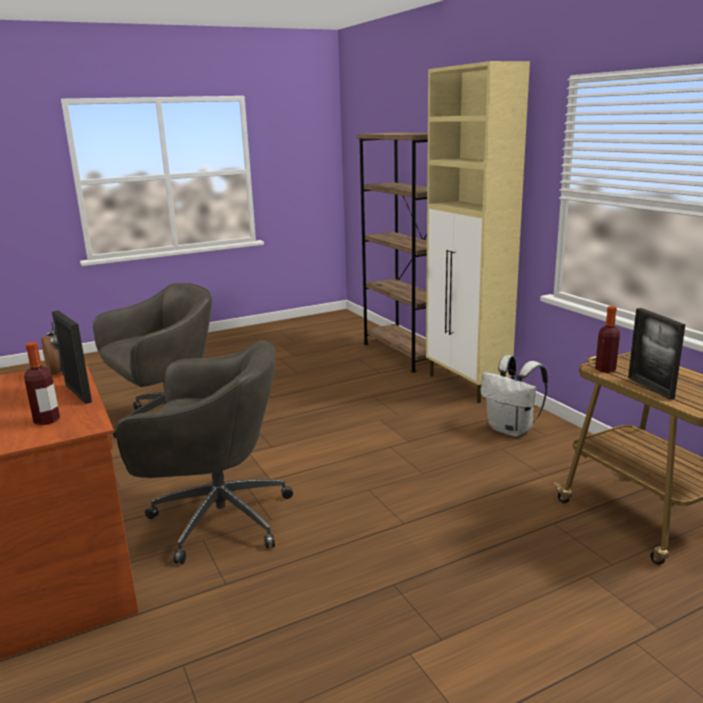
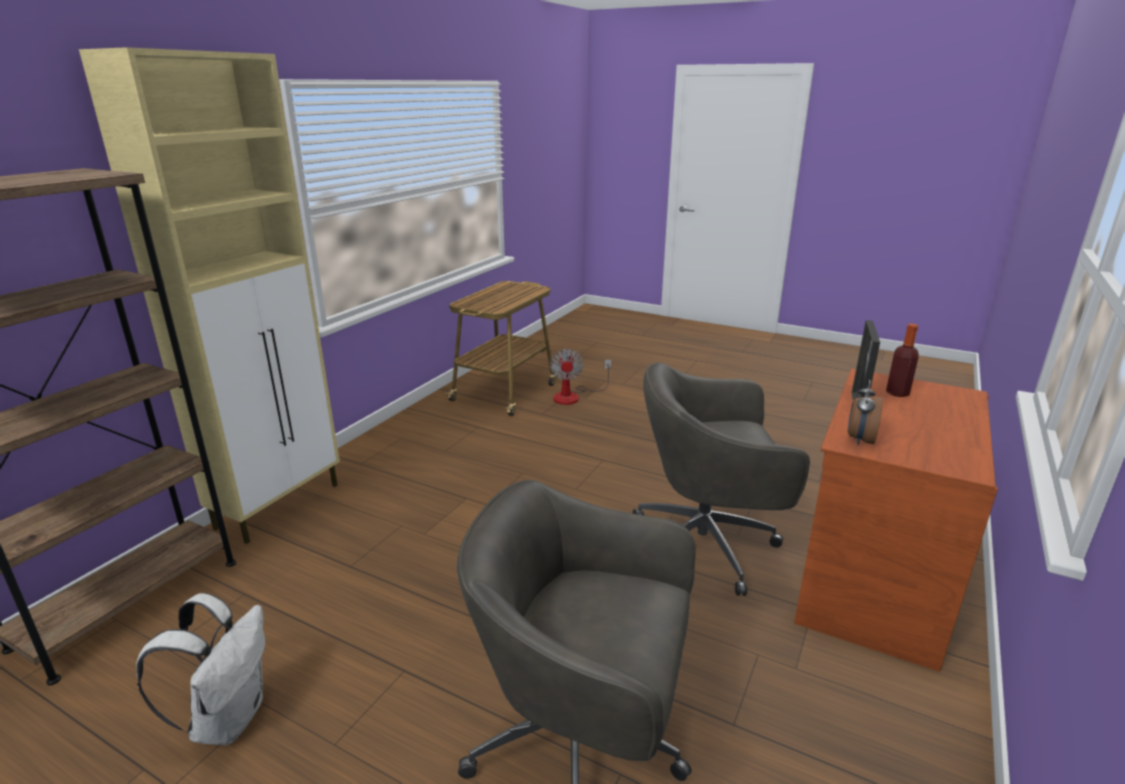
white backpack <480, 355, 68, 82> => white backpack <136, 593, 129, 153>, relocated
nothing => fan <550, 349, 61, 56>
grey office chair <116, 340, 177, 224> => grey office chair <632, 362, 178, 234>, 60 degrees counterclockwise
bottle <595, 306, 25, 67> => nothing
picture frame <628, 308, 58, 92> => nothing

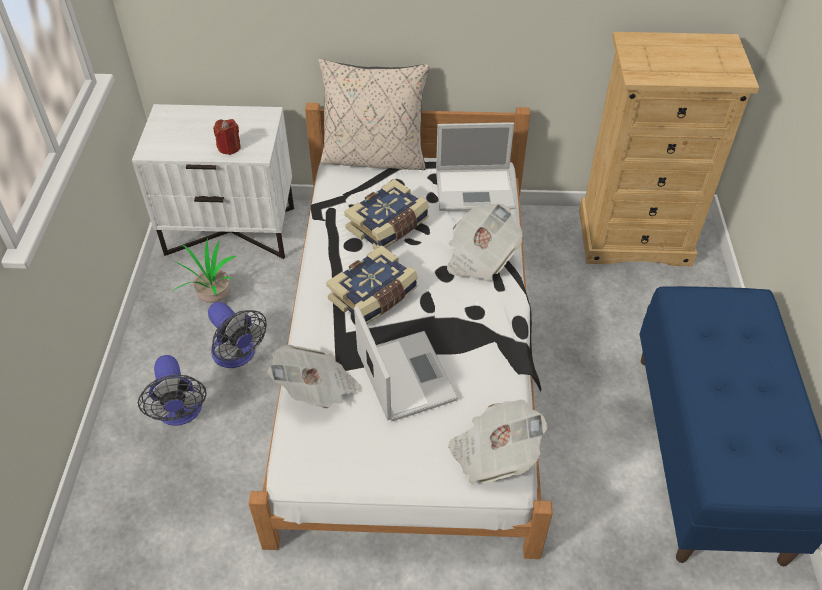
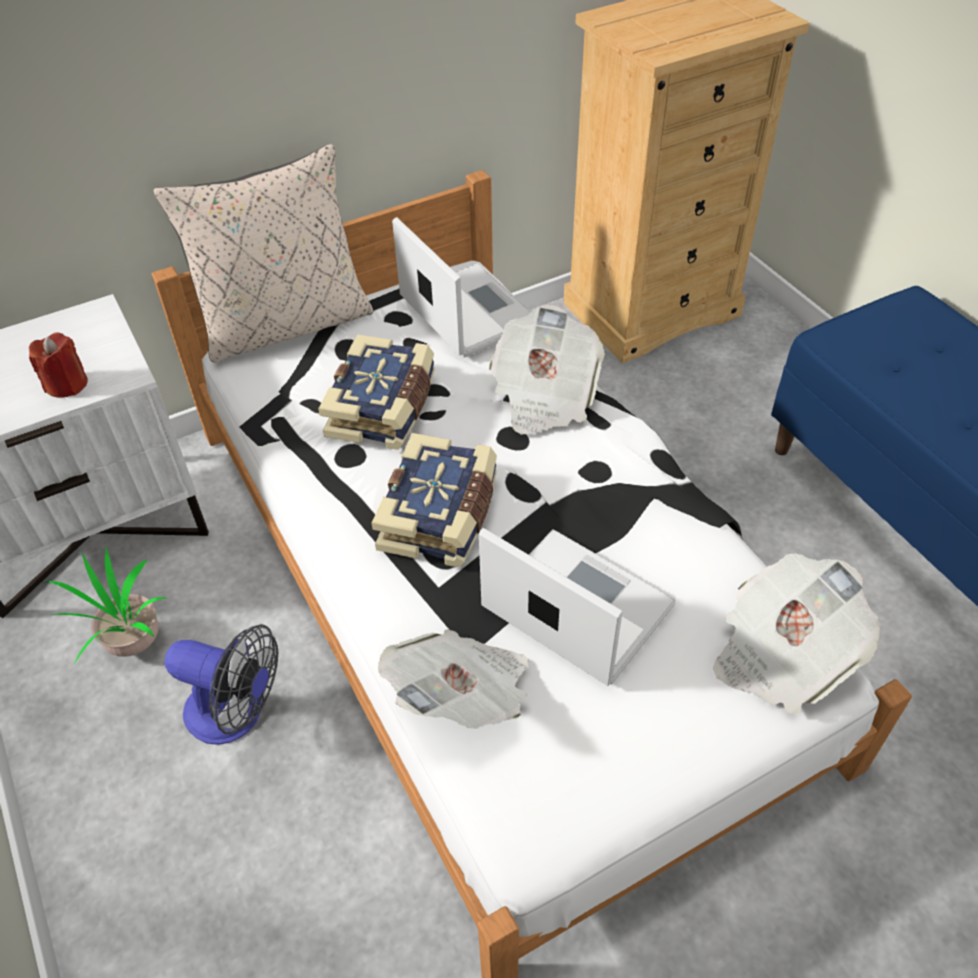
laptop <436, 122, 80, 89> => laptop <392, 217, 138, 141>, 90 degrees counterclockwise
fan <138, 355, 69, 71> => nothing

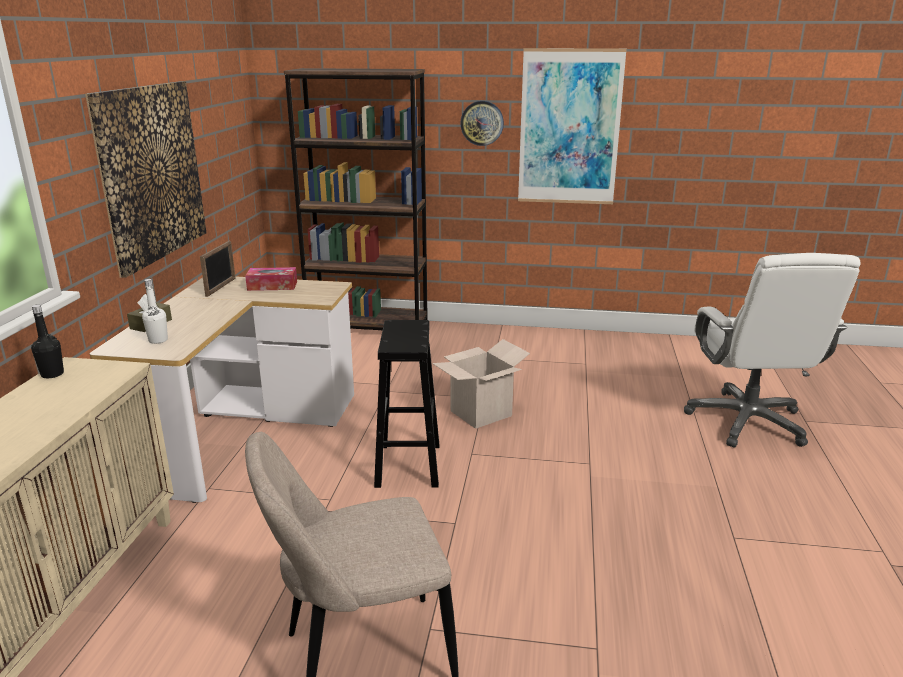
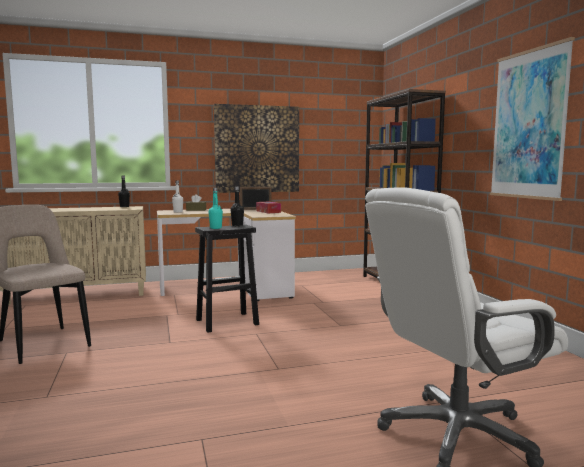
nothing => turquoise bottle <208, 188, 15, 41>
nothing => black bottle <231, 187, 13, 39>
cardboard box <432, 339, 98, 90> => nothing
wall clock <460, 101, 44, 45> => nothing

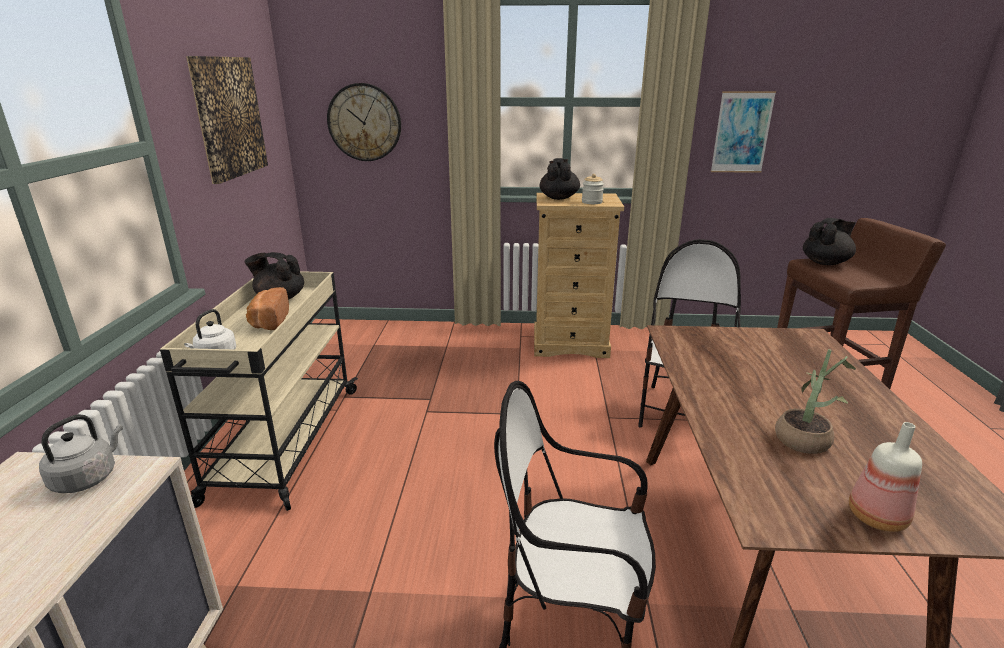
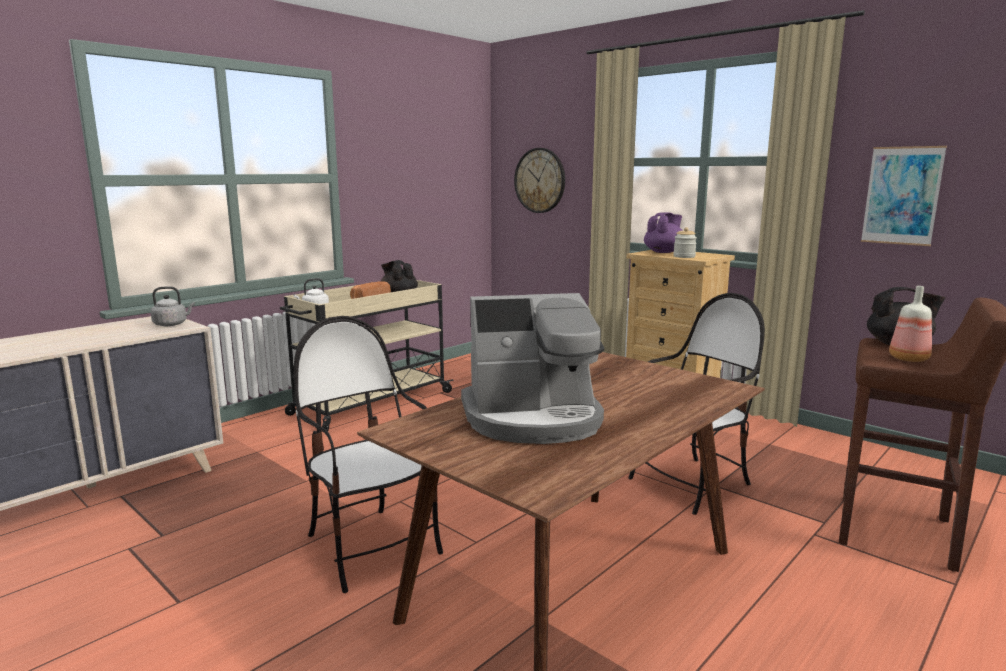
potted plant <775, 349, 81, 105> => coffee machine <461, 293, 143, 151>
black teapot <540, 158, 40, 42> => purple teapot <644, 212, 39, 41>
bottle <849, 422, 73, 110> => bottle <889, 286, 43, 76>, relocated
picture <186, 56, 82, 128> => nothing

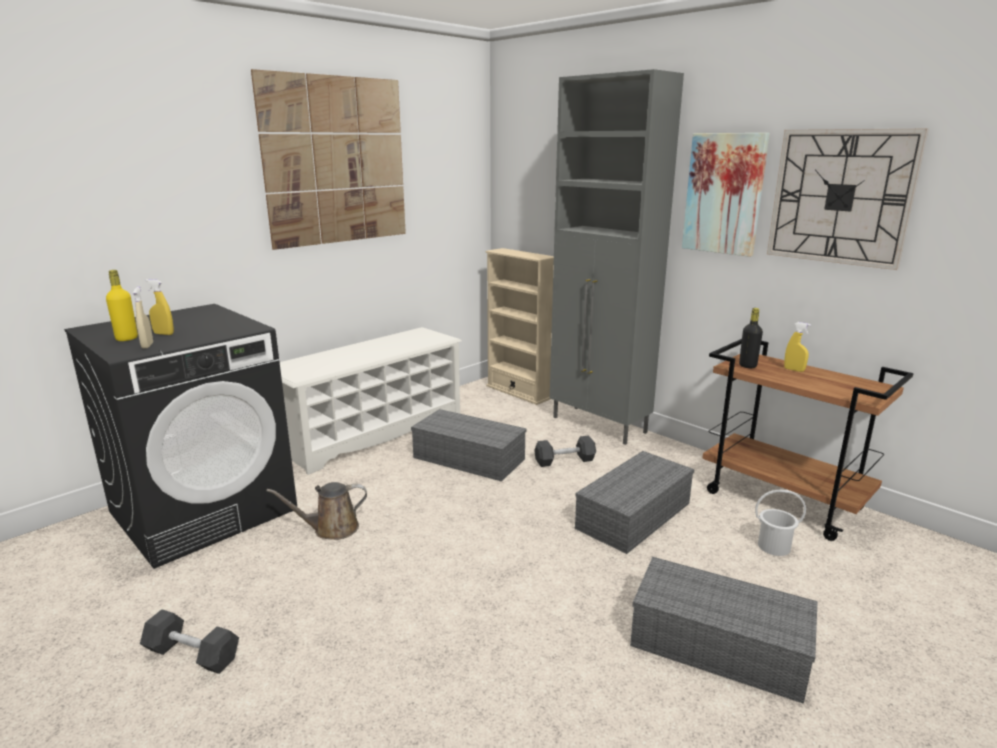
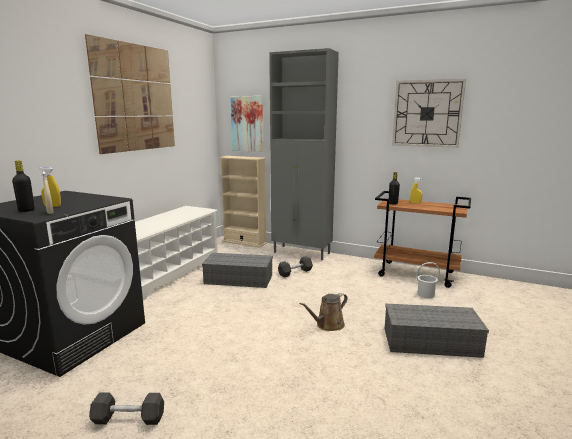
yellow bottle <106, 270, 32, 71> => black bottle <12, 160, 23, 52>
picture <682, 133, 88, 124> => picture <230, 96, 34, 56>, relocated
brown watering can <266, 482, 101, 58> => brown watering can <299, 293, 49, 38>, relocated
grey storage box <575, 451, 120, 103> => nothing

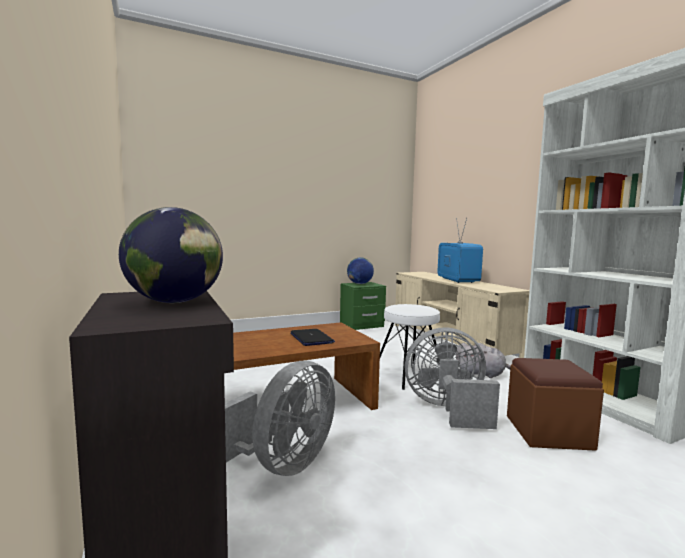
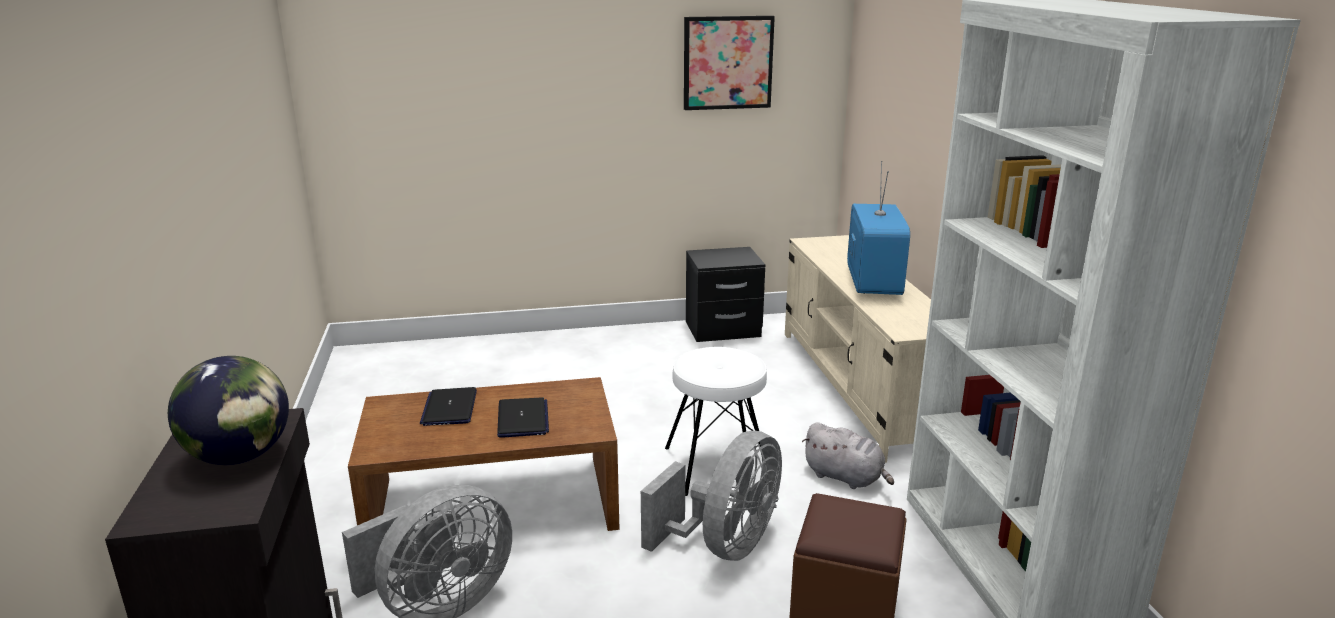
nothing => laptop <420, 387, 57, 39>
grey fan <405, 327, 95, 102> => grey fan <641, 431, 141, 130>, 105 degrees clockwise
nothing => picture <684, 16, 91, 94>
green nightstand <340, 282, 46, 48> => black nightstand <686, 247, 79, 95>
globe <347, 257, 27, 27> => nothing

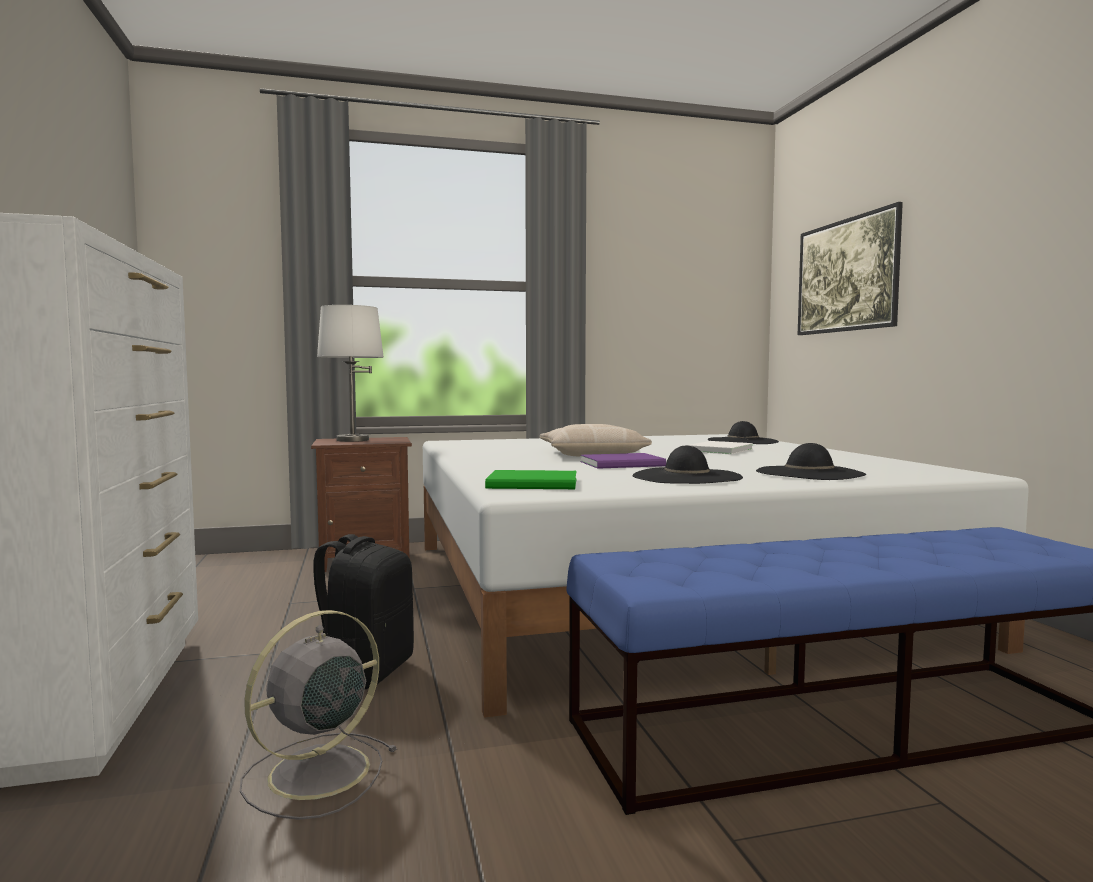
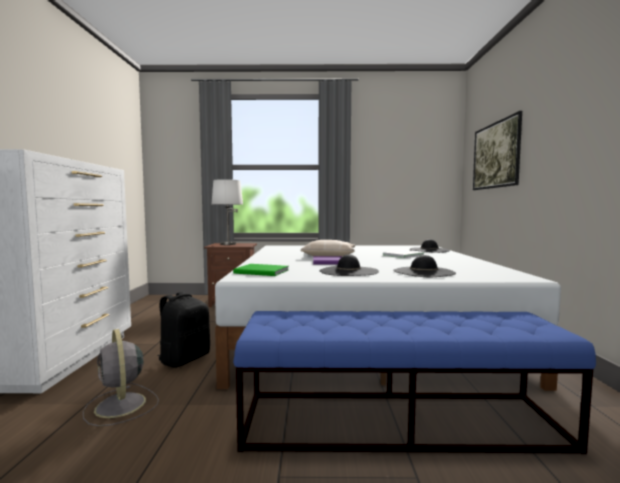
grey fan <240, 610, 158, 210> => grey fan <83, 329, 76, 97>, 90 degrees counterclockwise

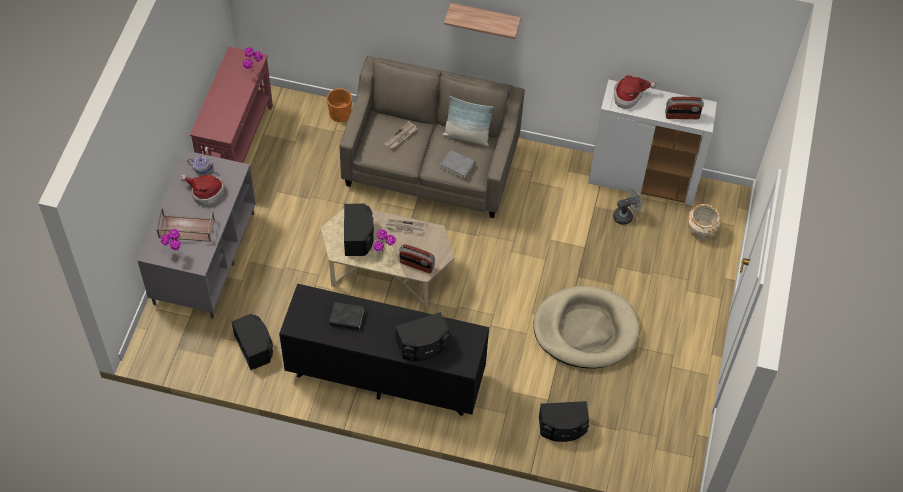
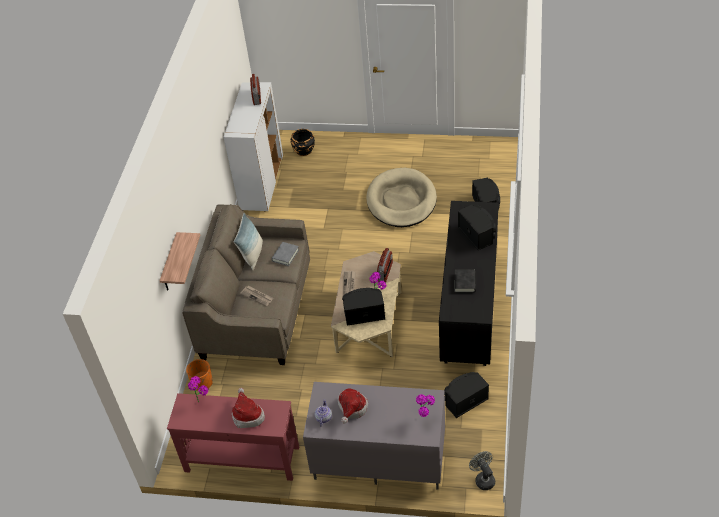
shelf <444, 3, 77, 36> => shelf <159, 232, 41, 59>, relocated
hat <614, 75, 43, 34> => hat <232, 388, 33, 40>, relocated
beige planter <687, 204, 34, 36> => black planter <290, 129, 25, 27>
grey fan <613, 188, 29, 37> => grey fan <469, 451, 26, 39>, relocated
brown tray <156, 208, 59, 34> => nothing

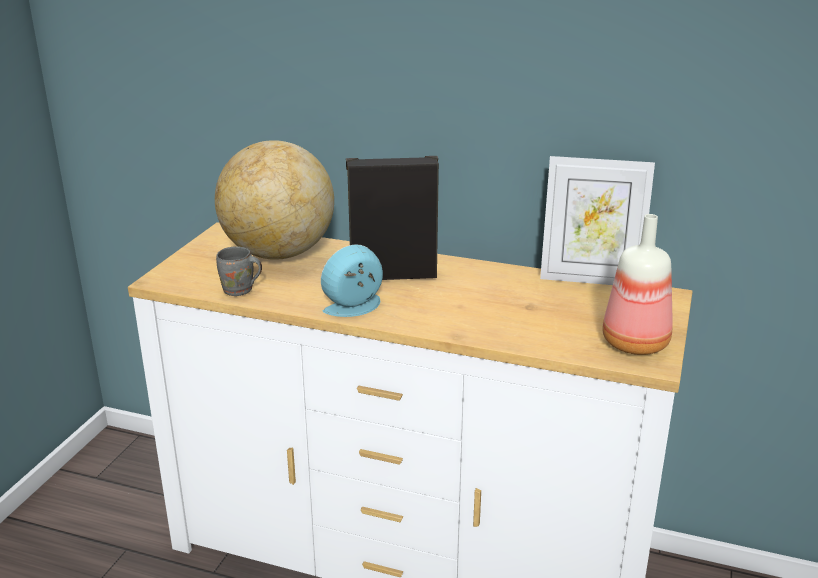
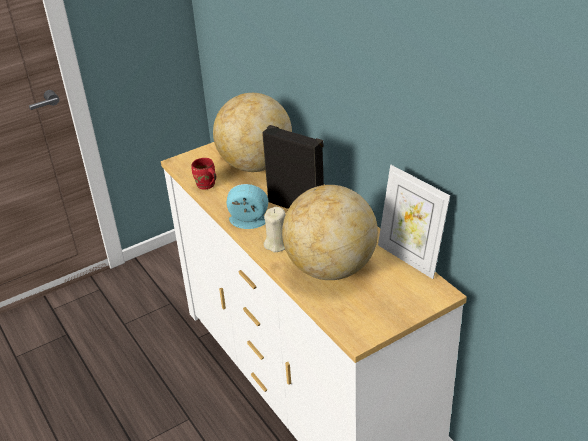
grey mug <216, 247, 46, 49> => red mug <191, 158, 26, 31>
nothing => beige candle <263, 207, 23, 45>
nothing => globe <282, 185, 96, 95>
bottle <602, 214, 71, 141> => nothing

